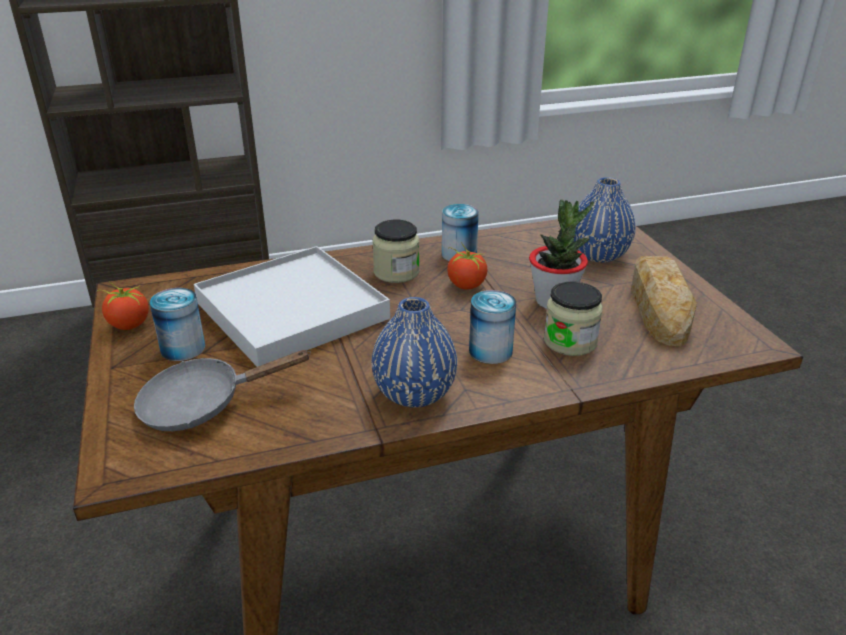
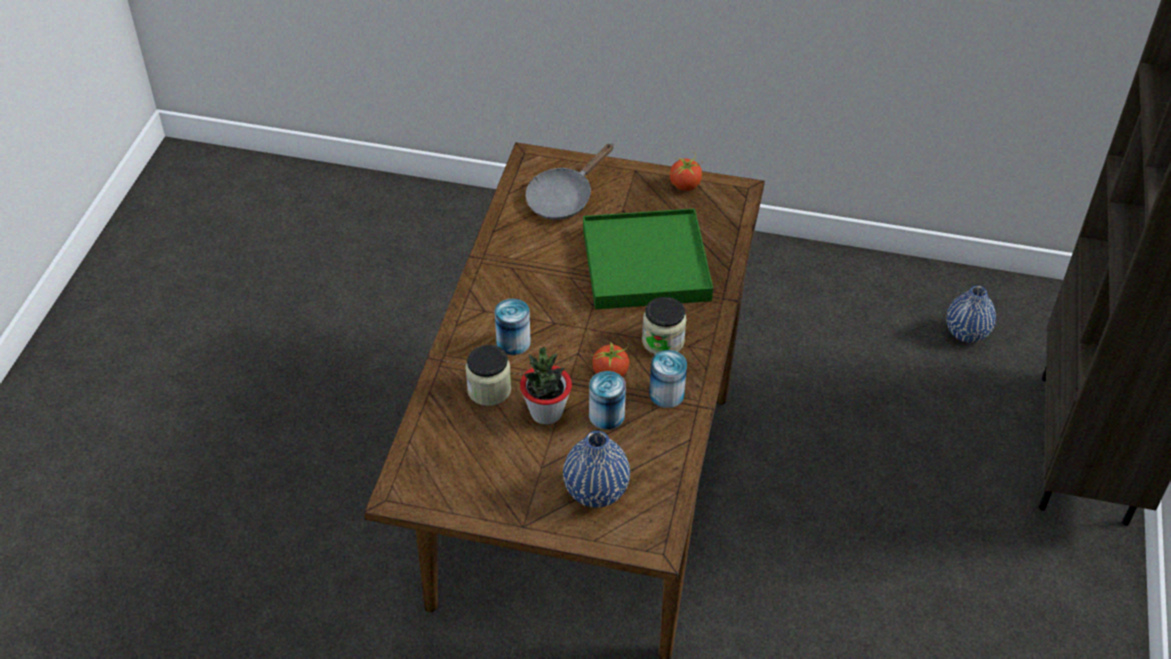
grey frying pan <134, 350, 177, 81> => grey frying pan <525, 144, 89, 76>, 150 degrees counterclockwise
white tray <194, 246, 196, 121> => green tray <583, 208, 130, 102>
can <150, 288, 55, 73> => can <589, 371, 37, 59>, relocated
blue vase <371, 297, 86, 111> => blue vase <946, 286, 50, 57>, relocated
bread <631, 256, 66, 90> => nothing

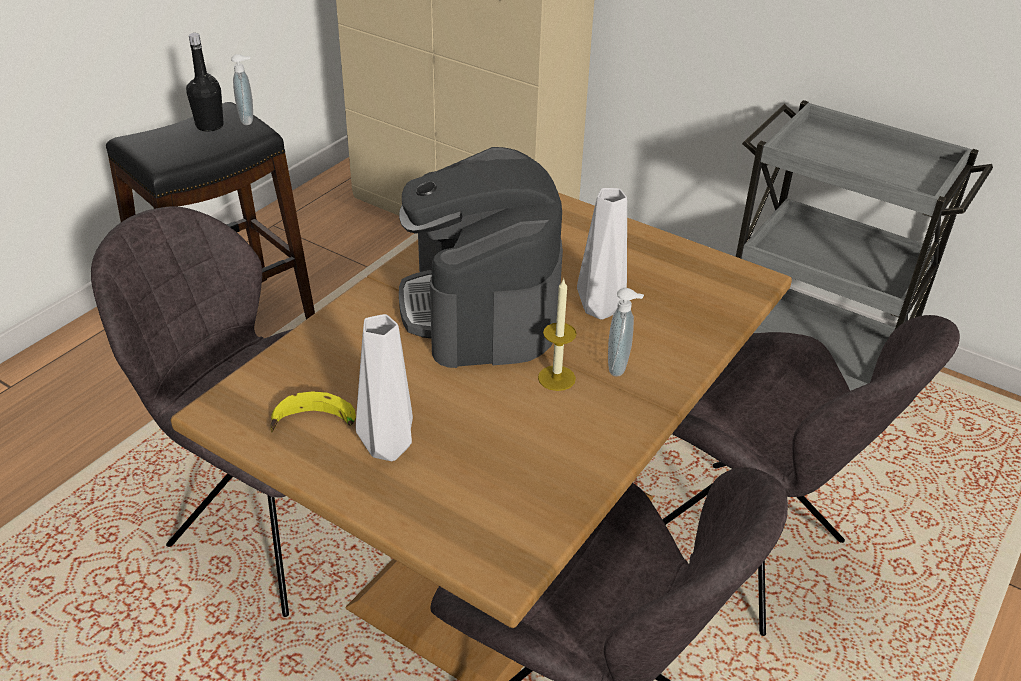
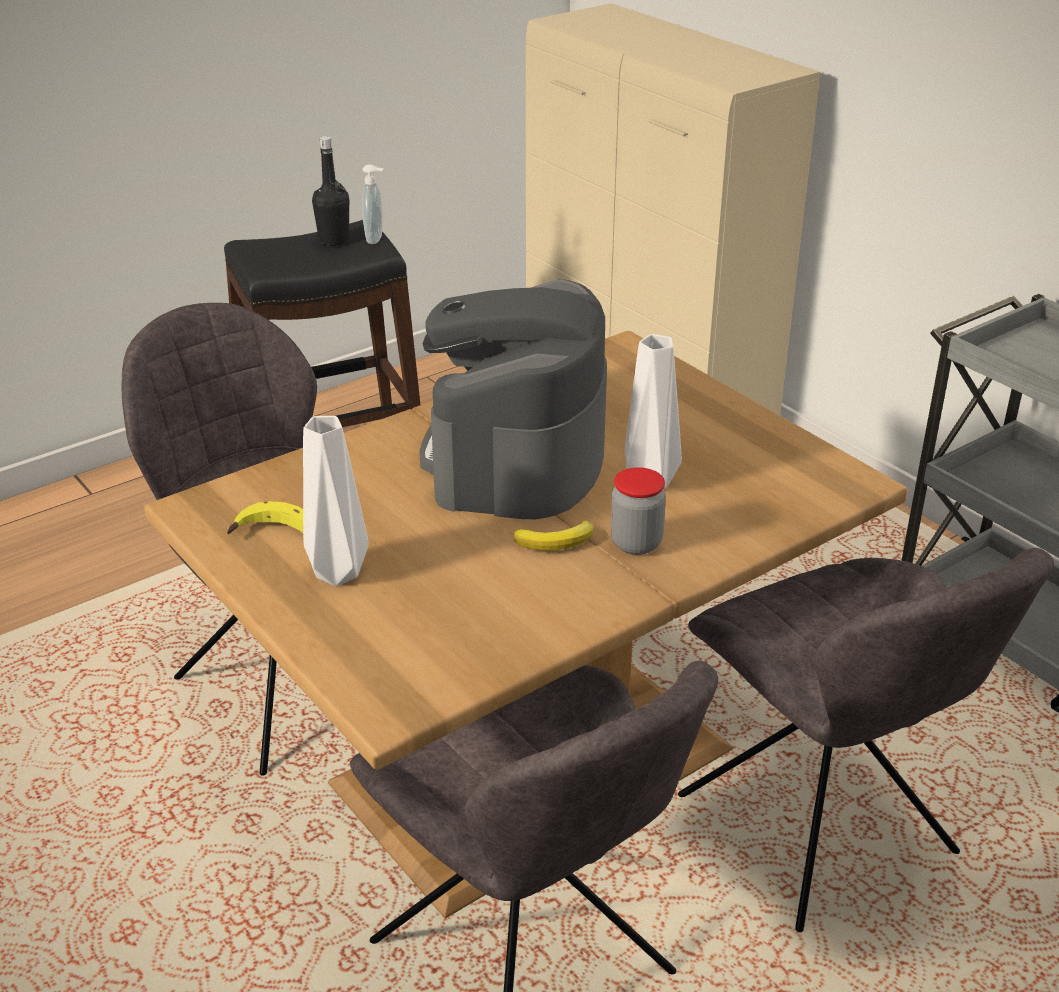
candle <538, 278, 39, 113> => banana <514, 520, 80, 30>
soap dispenser <608, 288, 36, 89> => jar <610, 467, 56, 88>

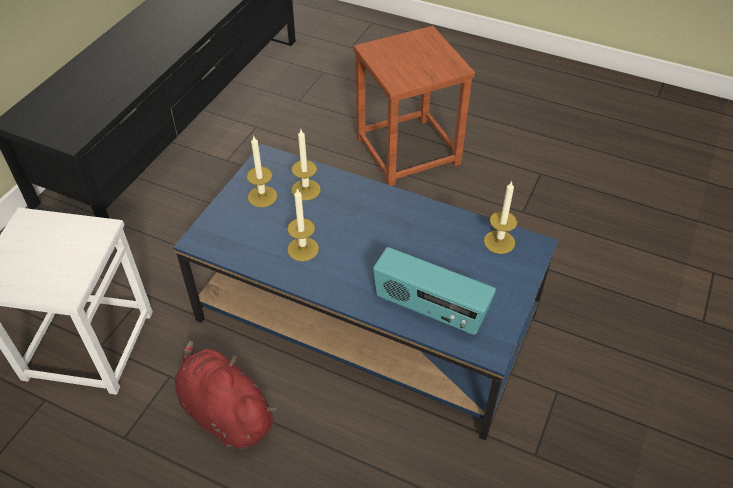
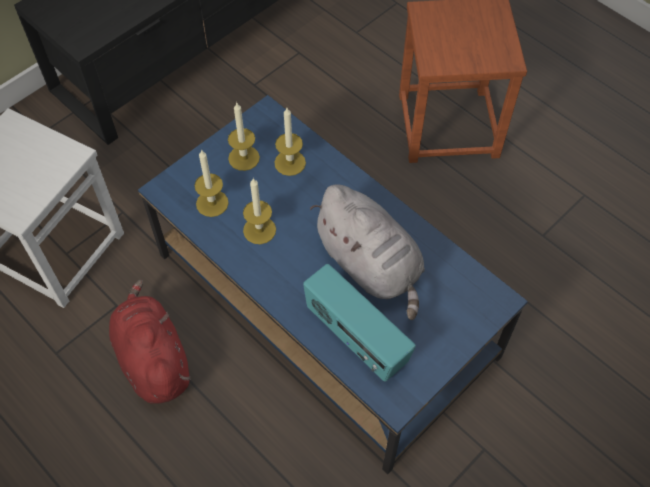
candle <484, 181, 33, 73> => candle <194, 149, 35, 68>, relocated
nothing => grey plush toy <310, 184, 115, 136>

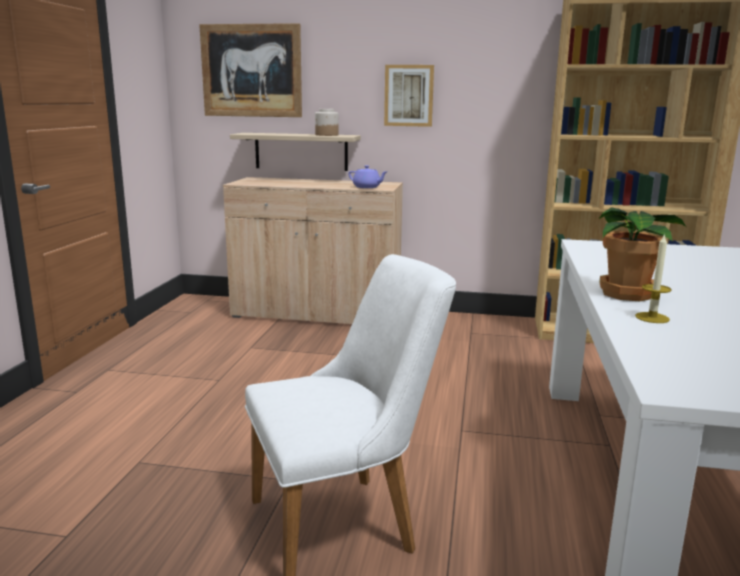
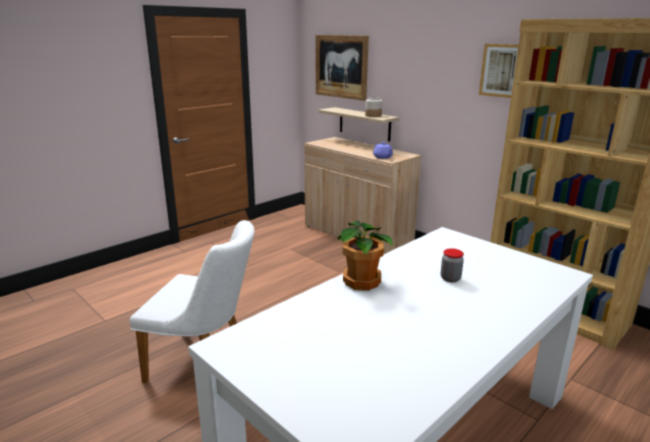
nothing => jar <441, 248, 23, 35>
picture <384, 65, 50, 62> => picture <479, 44, 40, 54>, relocated
candle <635, 233, 37, 90> => nothing

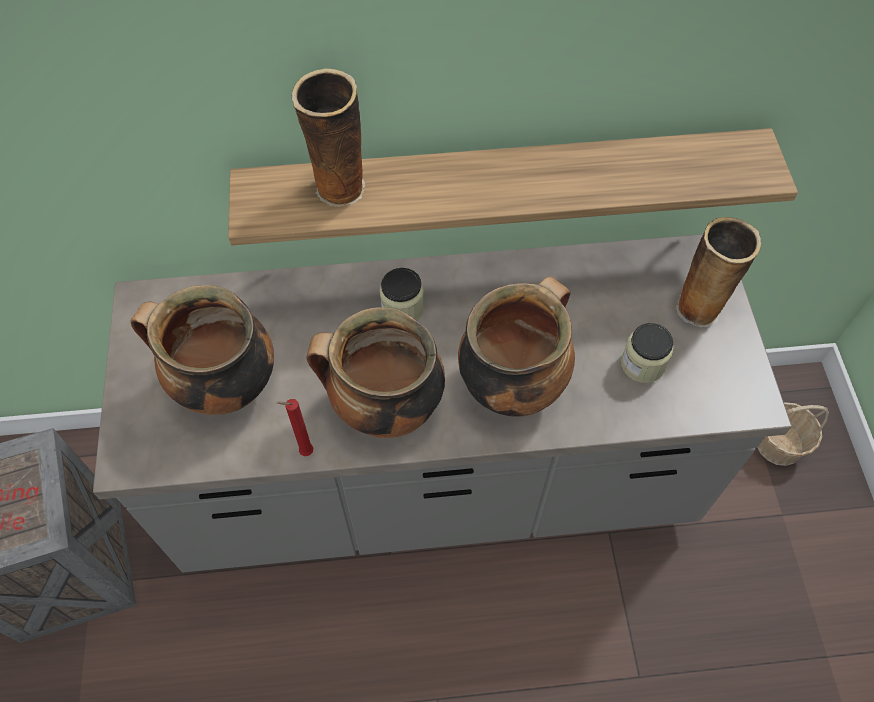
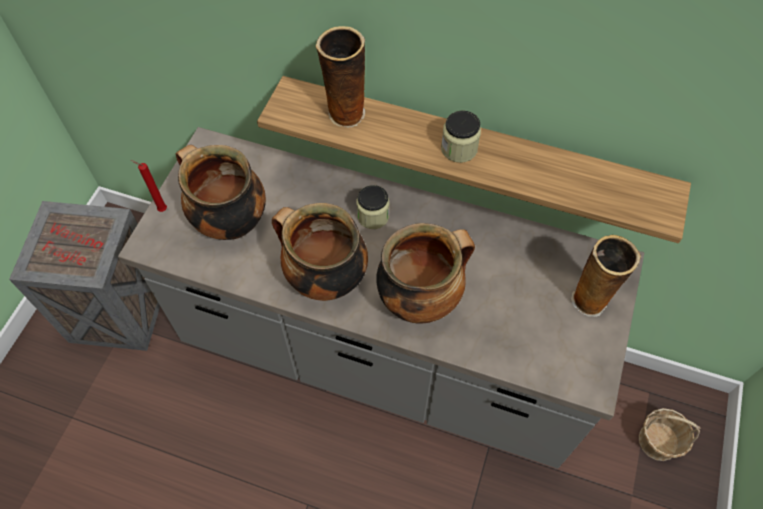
red candle <277, 399, 36, 57> => red candle <131, 160, 36, 52>, relocated
jar <621, 323, 52, 60> => jar <441, 110, 40, 53>, relocated

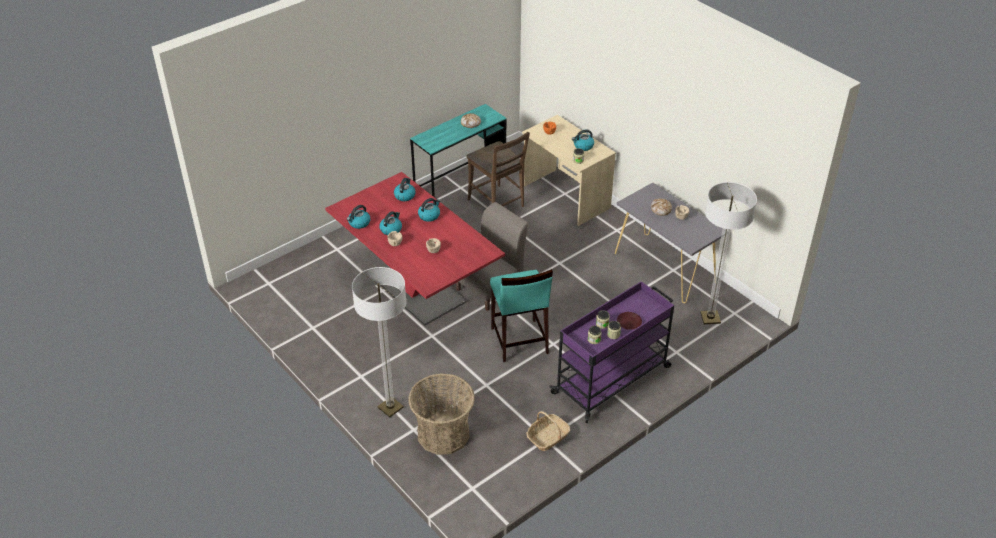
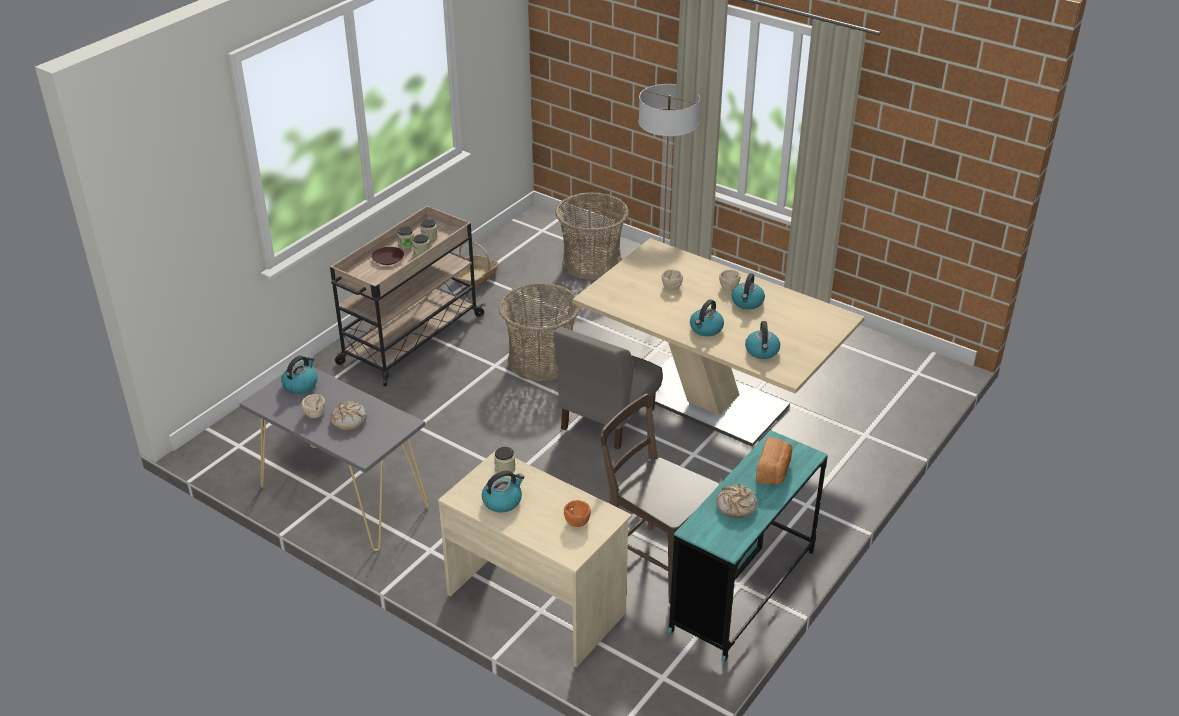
kettle <347, 205, 24, 24> => kettle <281, 356, 36, 38>, relocated
purple cart <549, 281, 125, 142> => beige cart <330, 206, 156, 180>
turquoise stool <490, 269, 63, 93> => basket <498, 283, 82, 98>
red dining table <325, 172, 180, 154> => beige dining table <572, 238, 293, 208>
nothing => bread <756, 437, 36, 48>
floor lamp <700, 182, 57, 142> => nothing

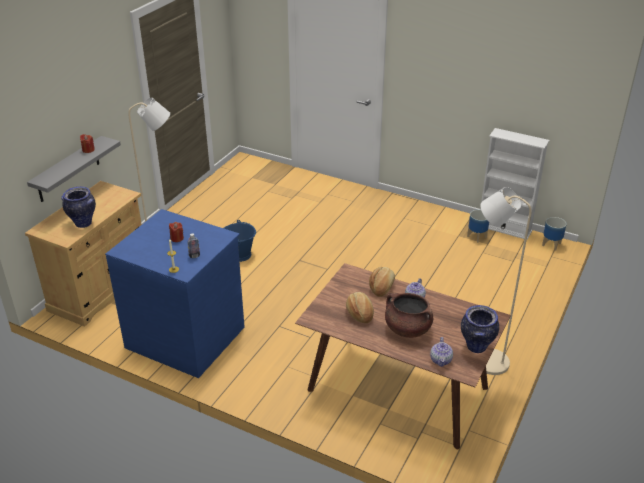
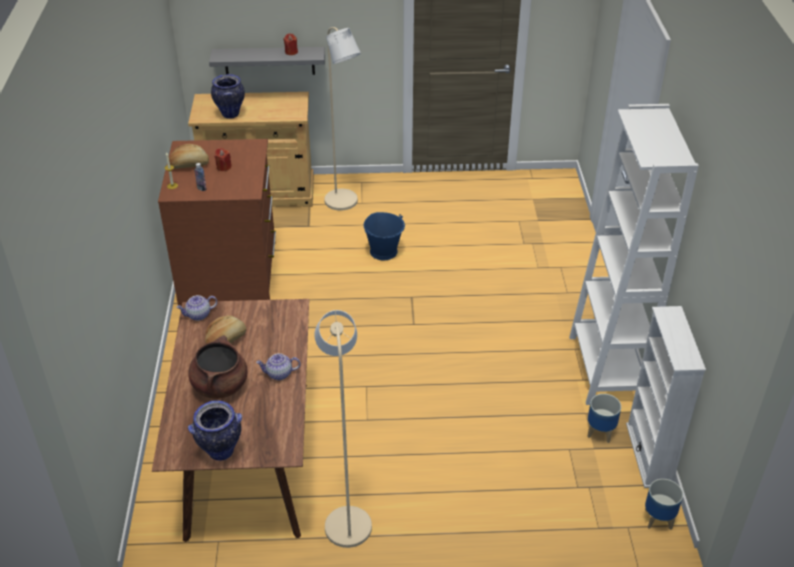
blue dresser <105, 209, 139, 169> => brown dresser <158, 139, 118, 167>
bread <369, 267, 26, 30> => bread <169, 144, 40, 25>, relocated
teapot <430, 337, 23, 30> => teapot <176, 295, 41, 26>, relocated
nothing => white bookcase <569, 104, 130, 301>

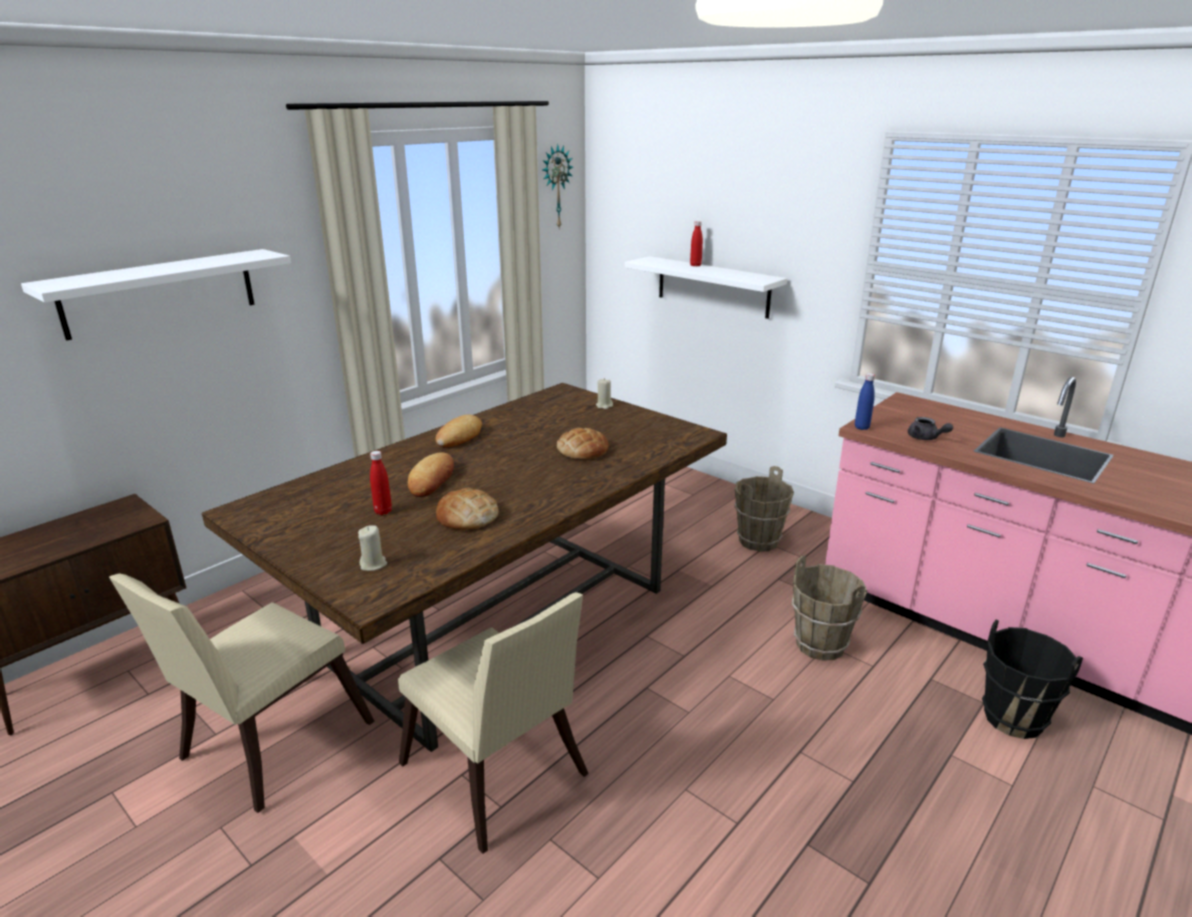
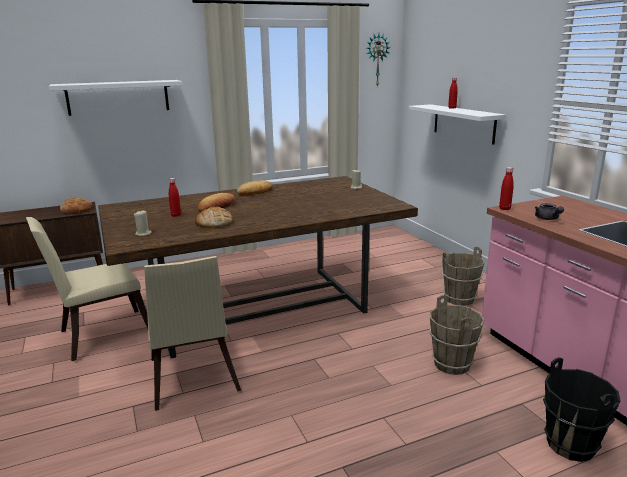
bread <557, 428, 52, 32> => bread <60, 197, 32, 17>, relocated
blue bottle <855, 373, 20, 57> => red bottle <499, 167, 15, 43>

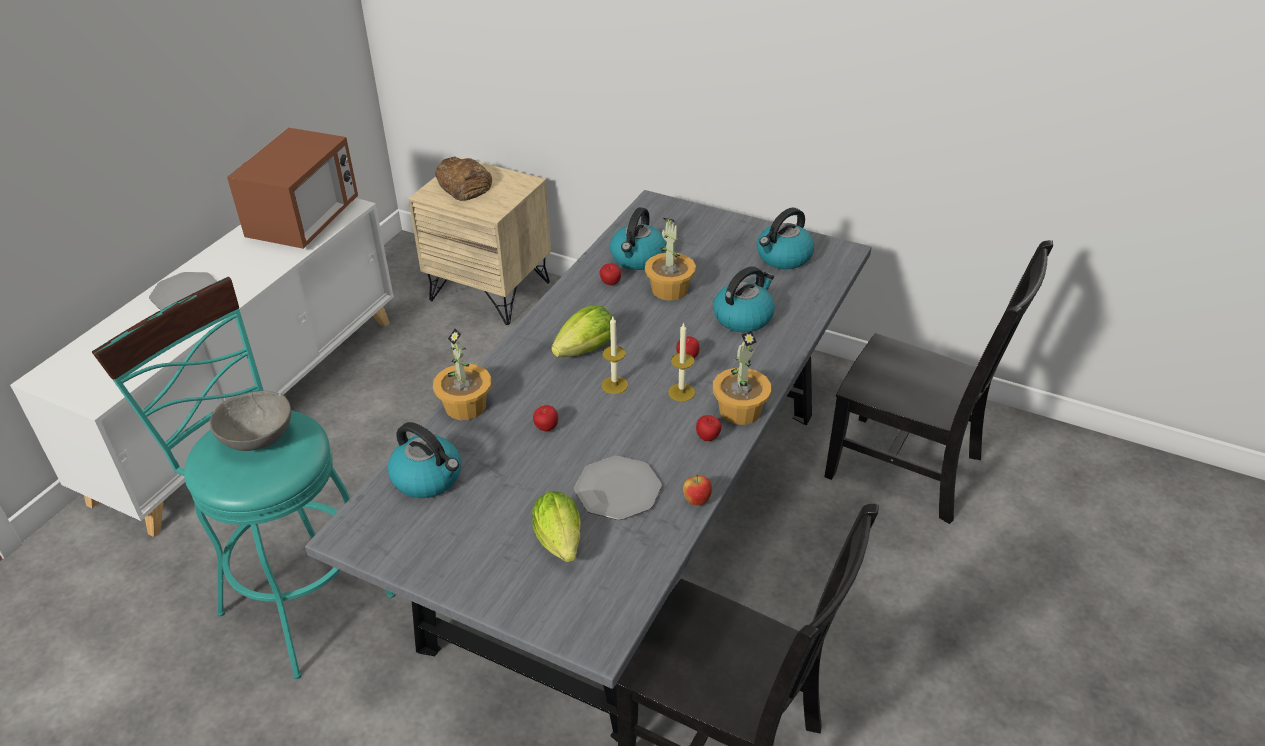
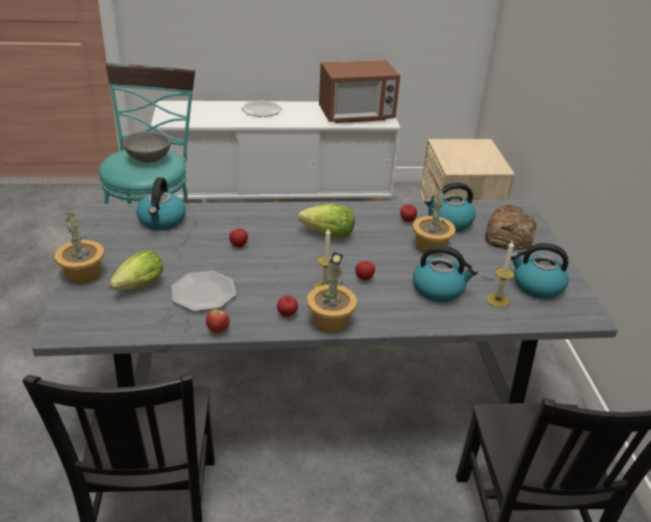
potted plant <433, 329, 59, 91> => potted plant <55, 208, 49, 76>, relocated
bread <435, 157, 57, 44> => bread <485, 205, 51, 45>, relocated
candle <602, 317, 26, 77> => candle <487, 240, 27, 67>, relocated

